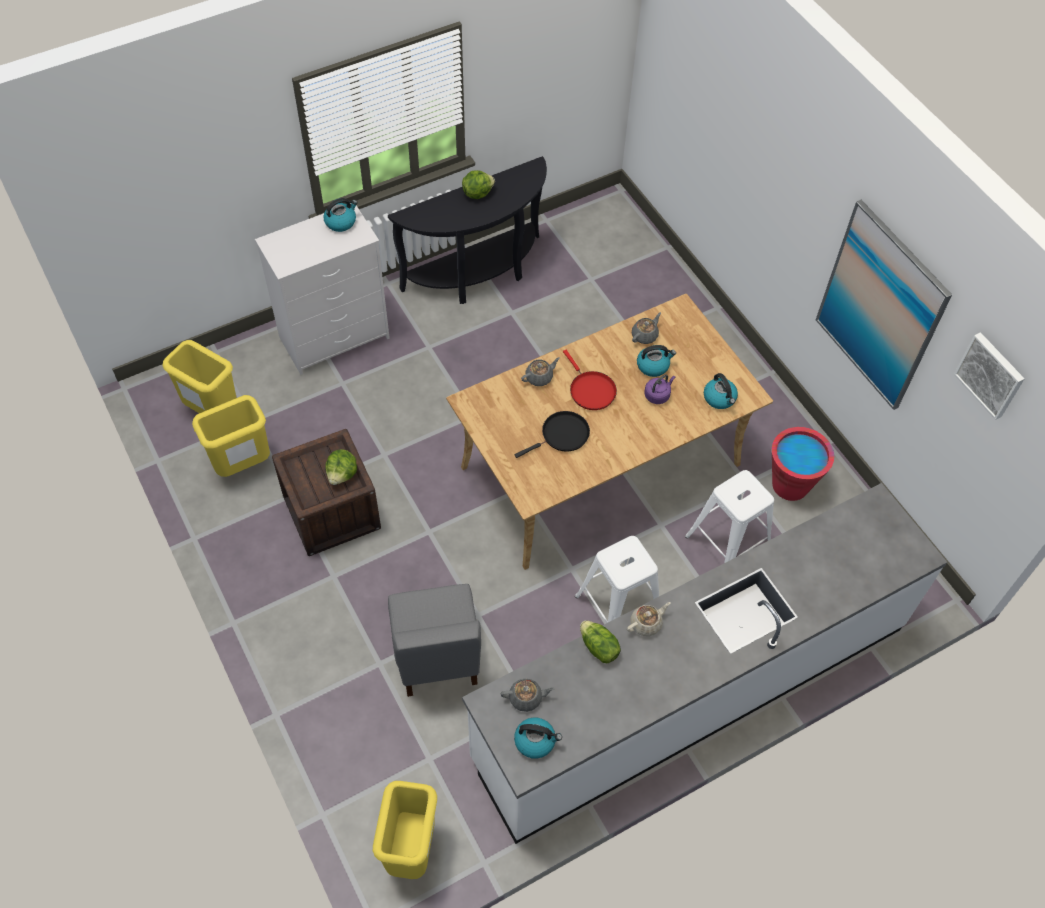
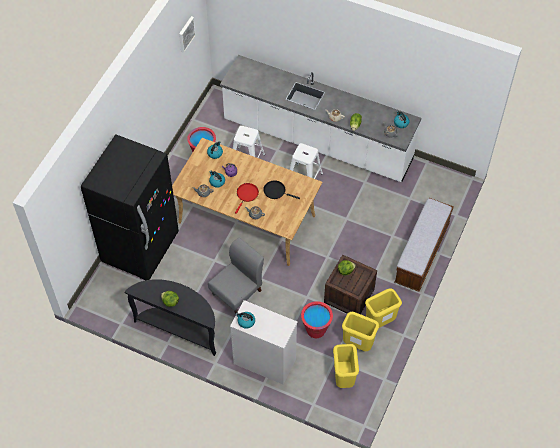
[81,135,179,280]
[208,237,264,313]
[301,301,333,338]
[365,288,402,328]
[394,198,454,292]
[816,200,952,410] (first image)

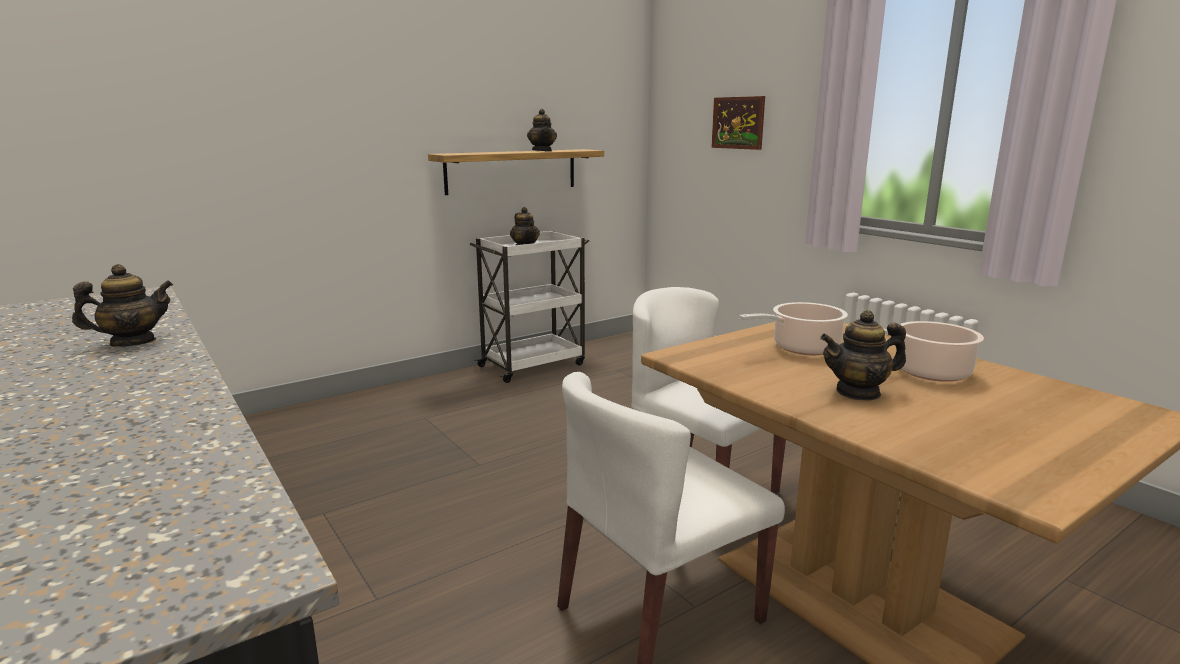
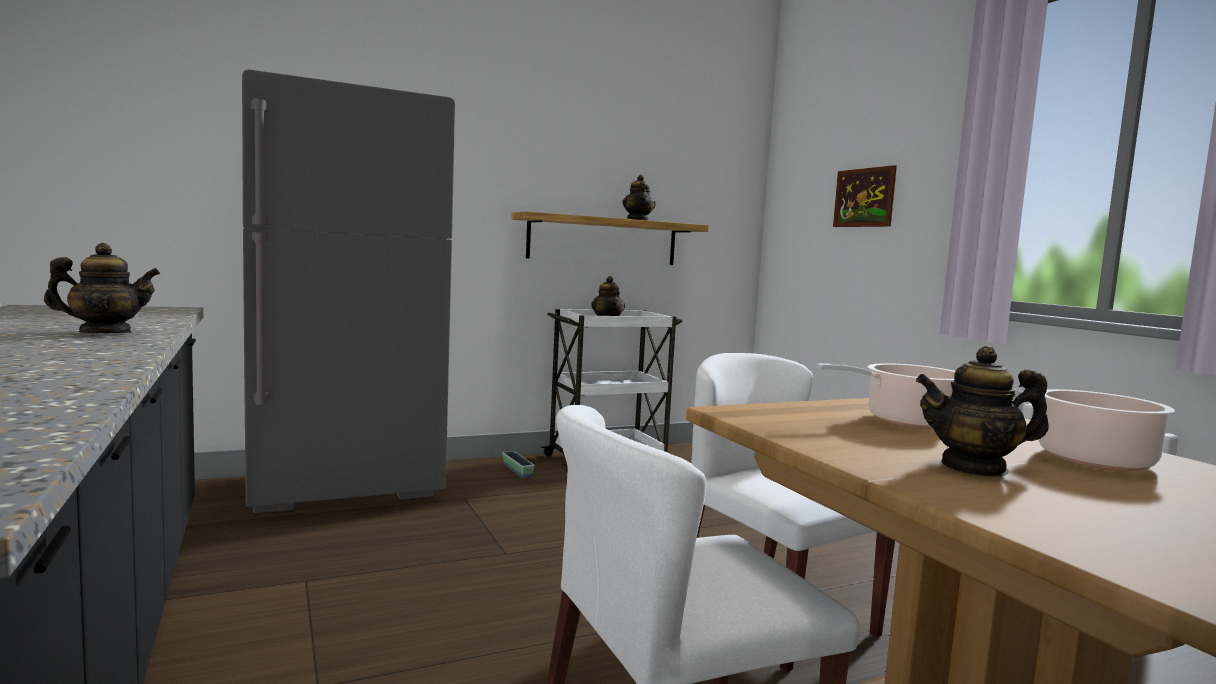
[242,69,455,513]
[502,451,535,479]

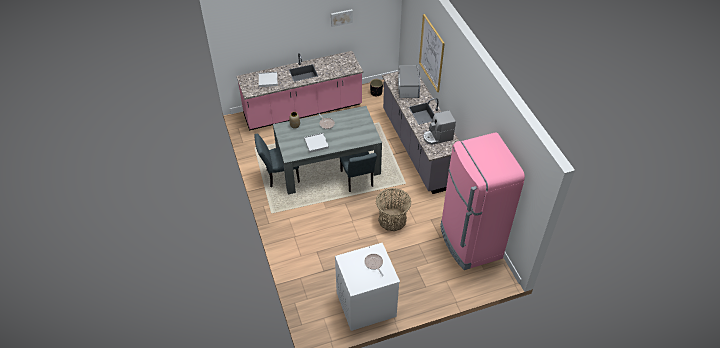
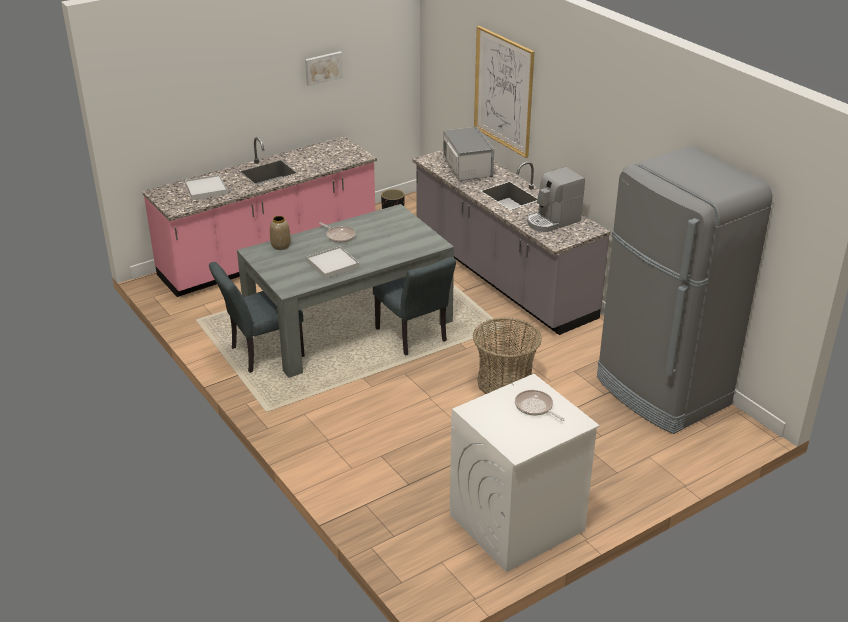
[597,146,772,434]

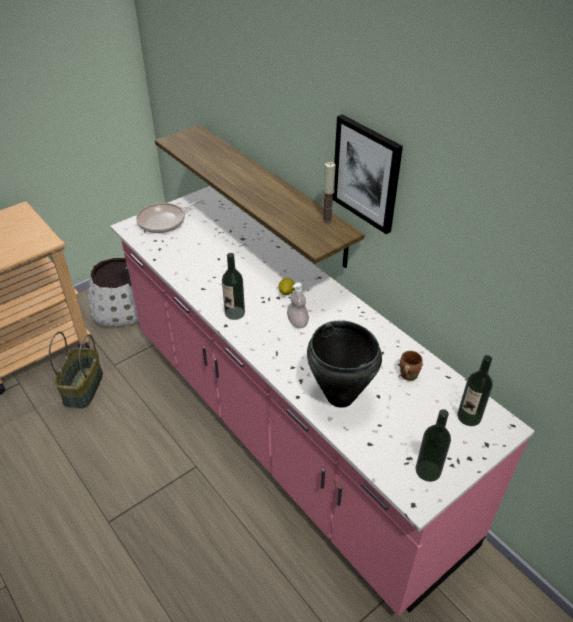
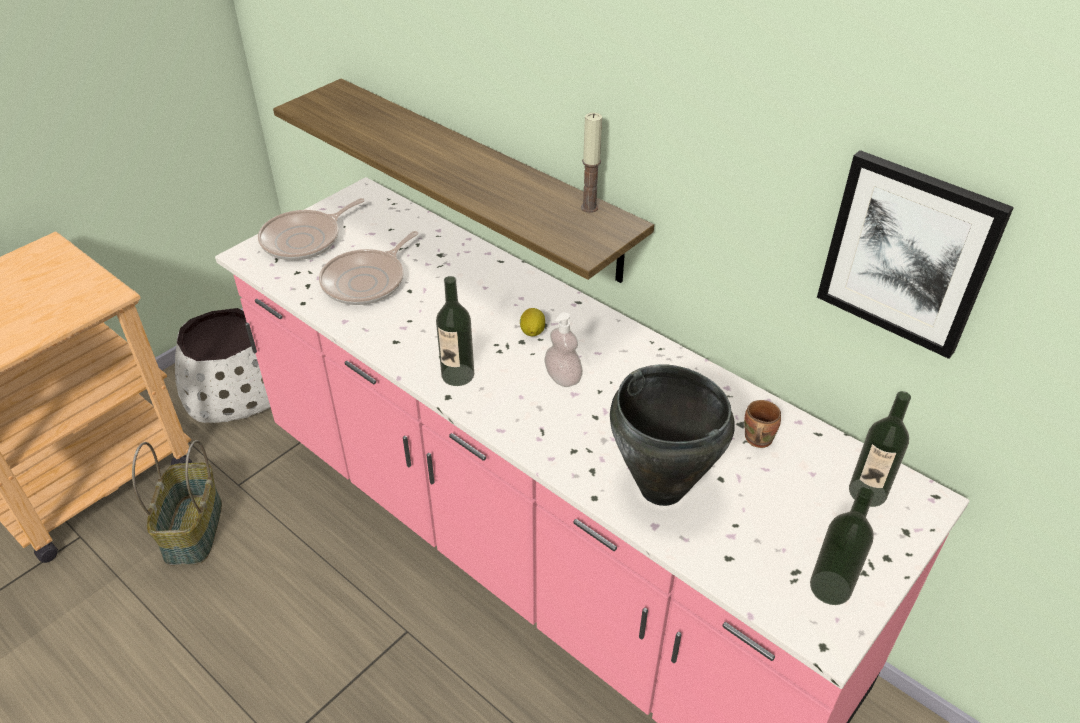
[319,231,418,305]
[817,150,1014,359]

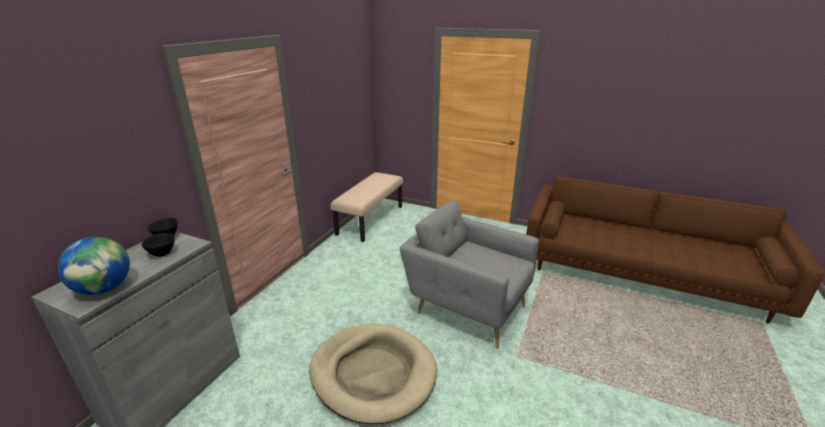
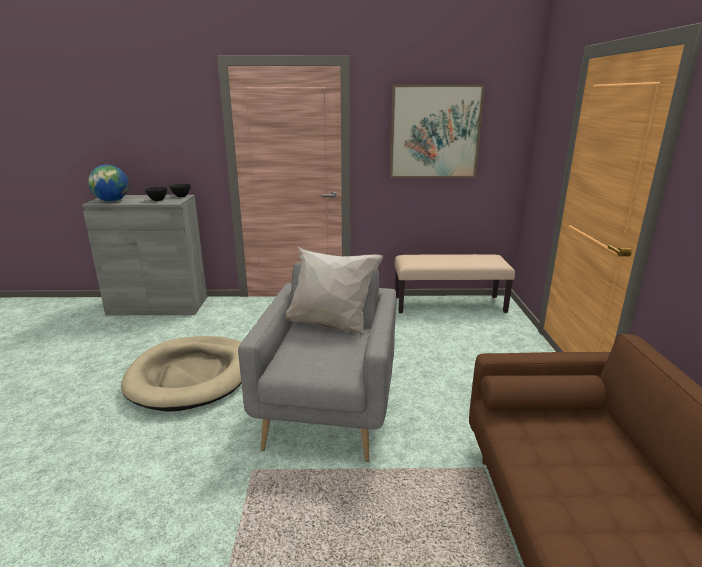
[286,247,383,335]
[390,85,485,178]

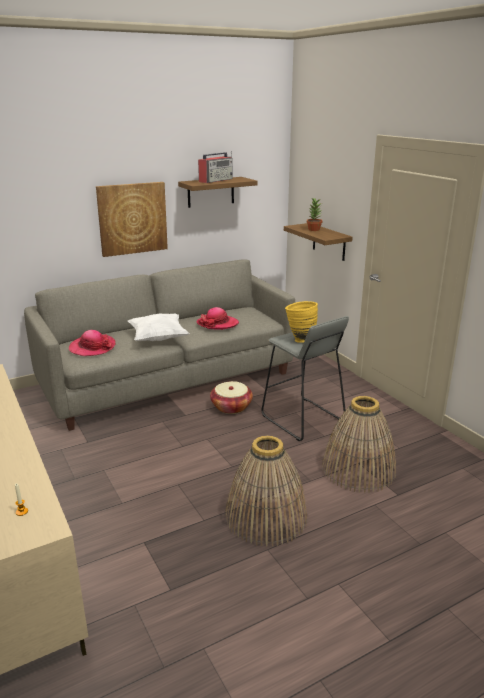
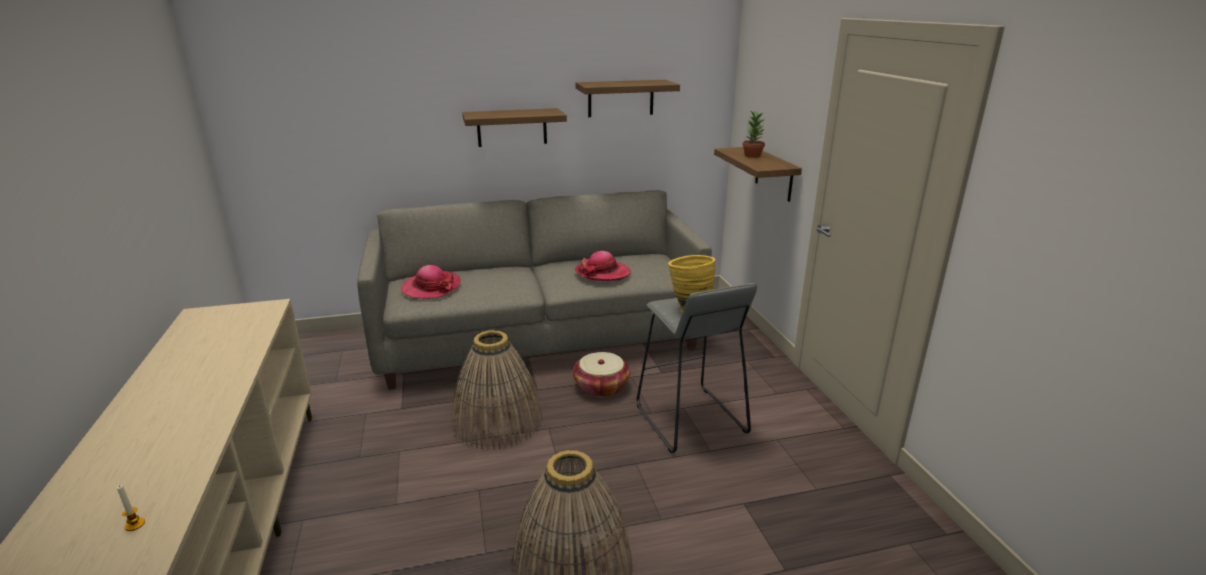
[452,330,542,450]
[462,108,567,147]
[128,313,190,341] (first image)
[198,151,233,183] (first image)

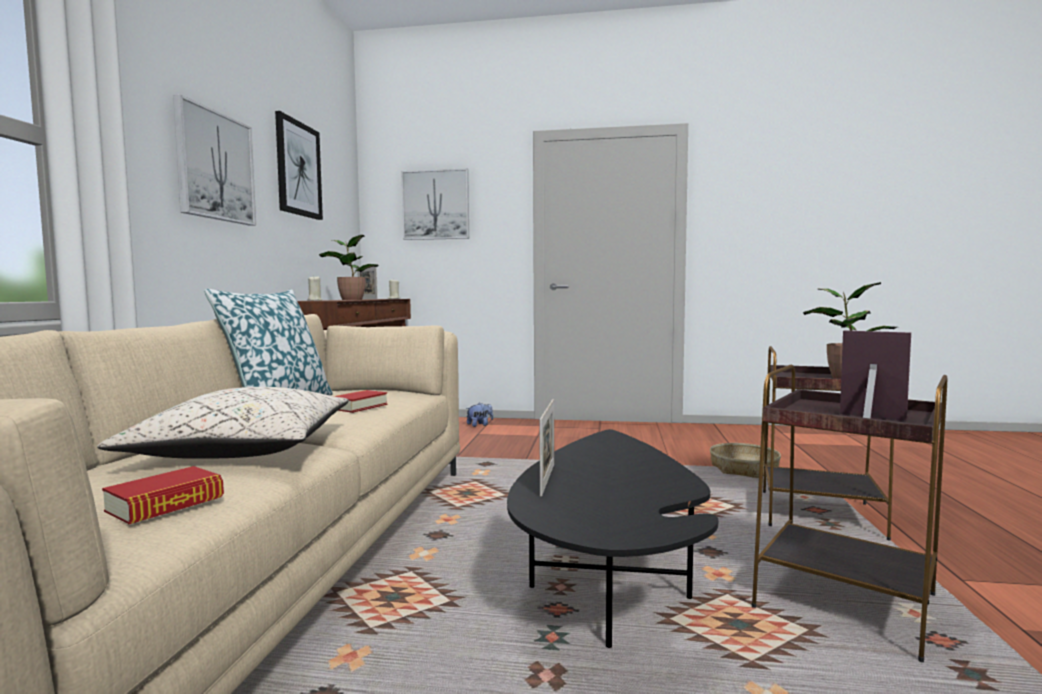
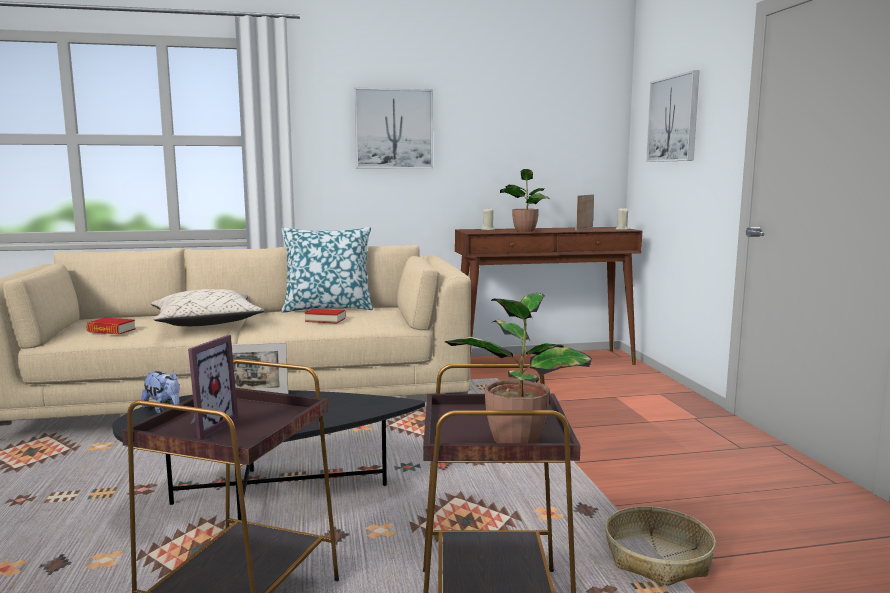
[141,370,180,413]
[275,111,323,220] (first image)

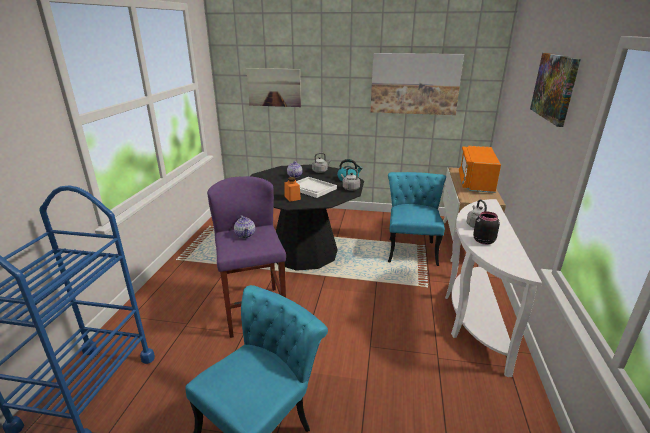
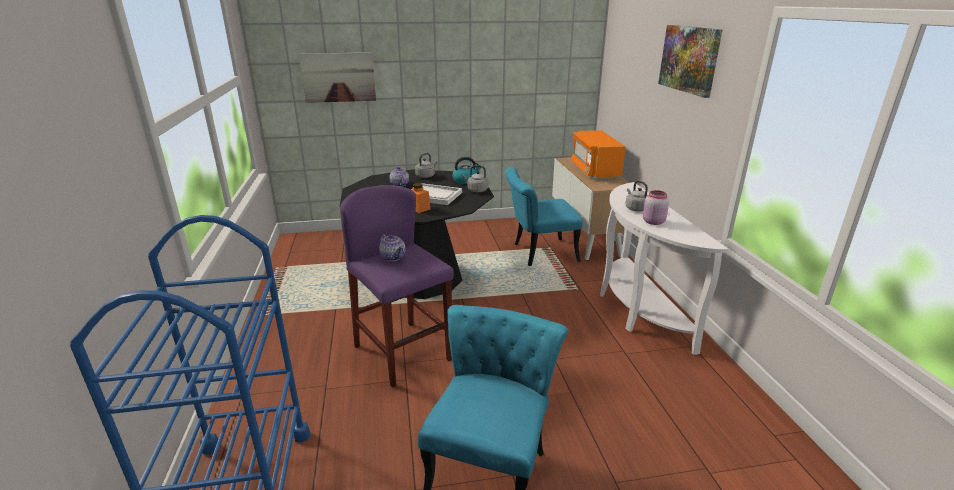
[505,167,582,266]
[643,190,669,225]
[371,53,464,115] (first image)

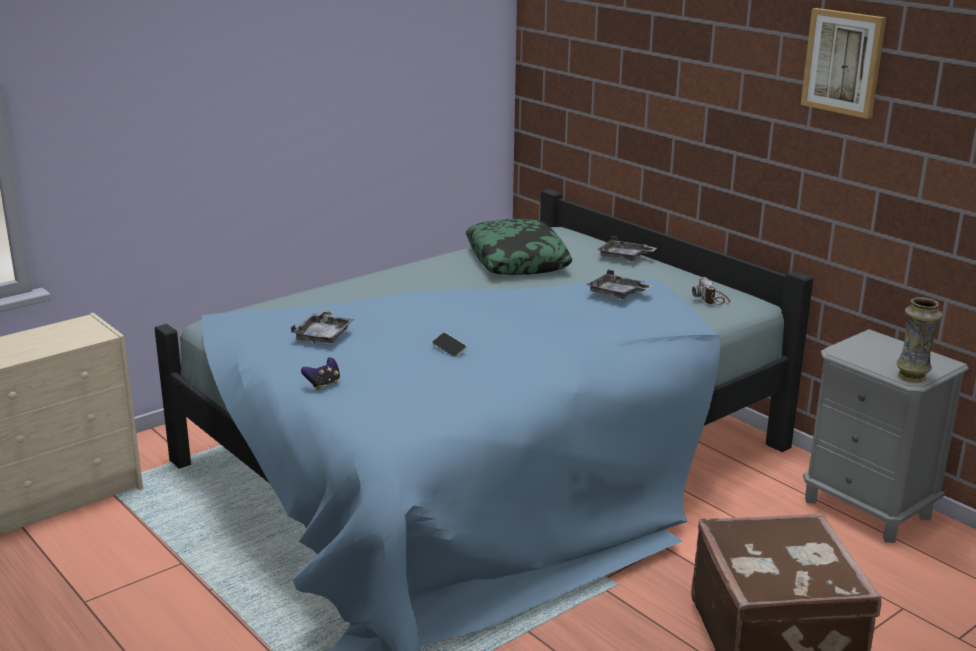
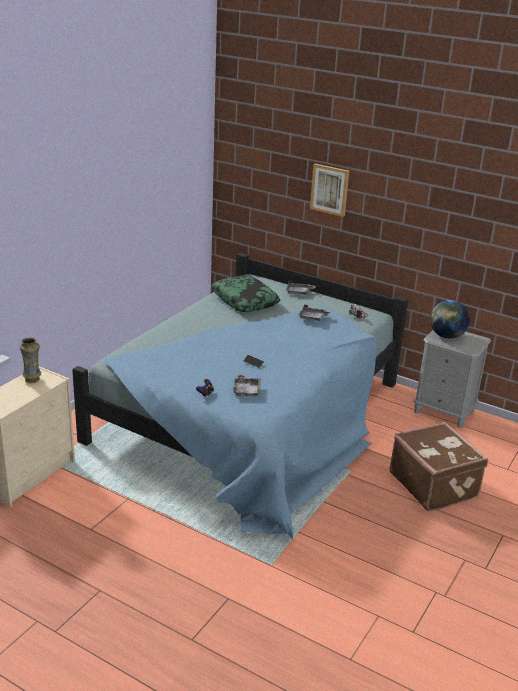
[20,337,41,383]
[233,374,261,397]
[310,164,349,217]
[430,300,470,339]

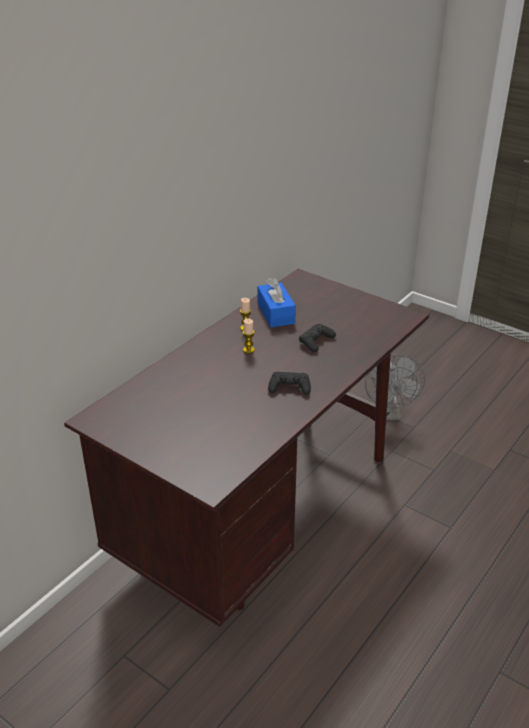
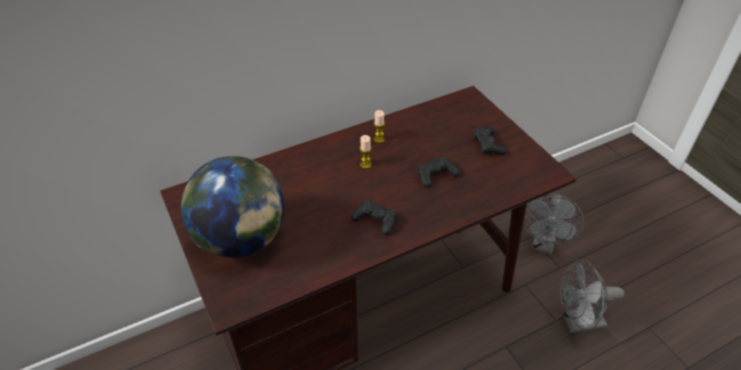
[181,156,285,258]
[474,127,507,155]
[560,260,624,333]
[257,277,296,327] (first image)

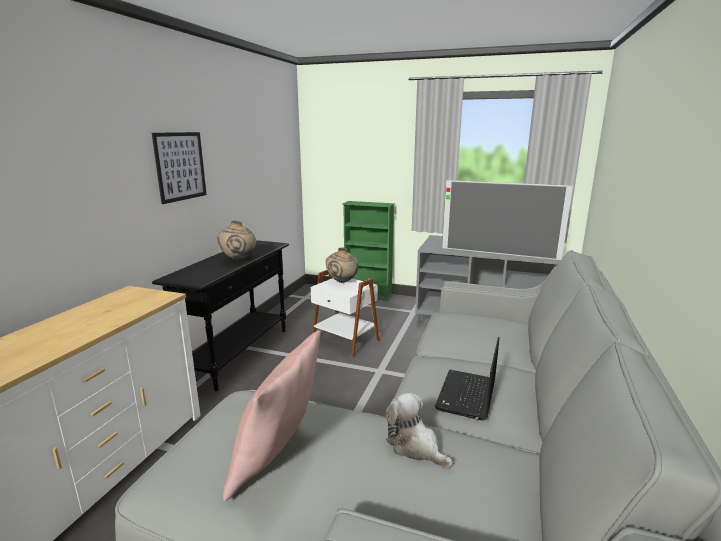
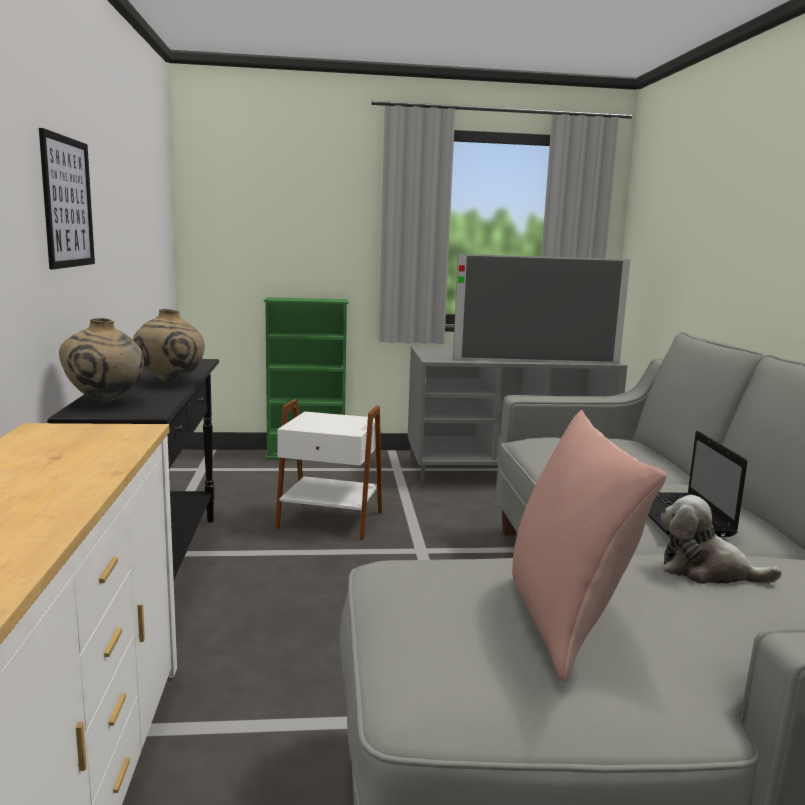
[59,318,144,403]

